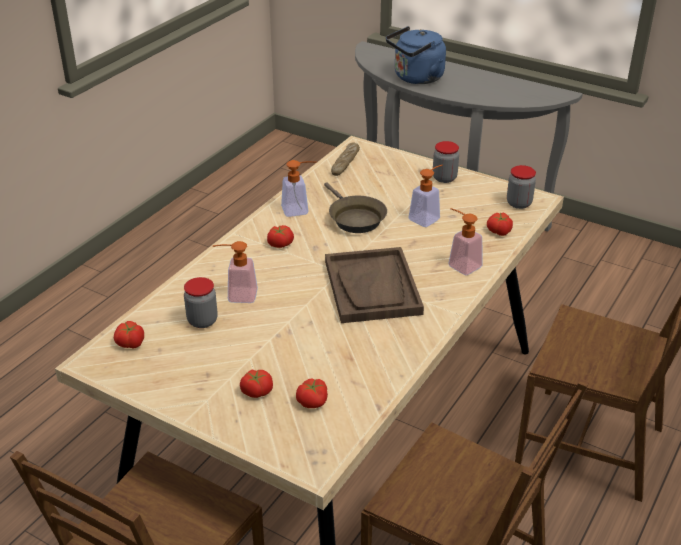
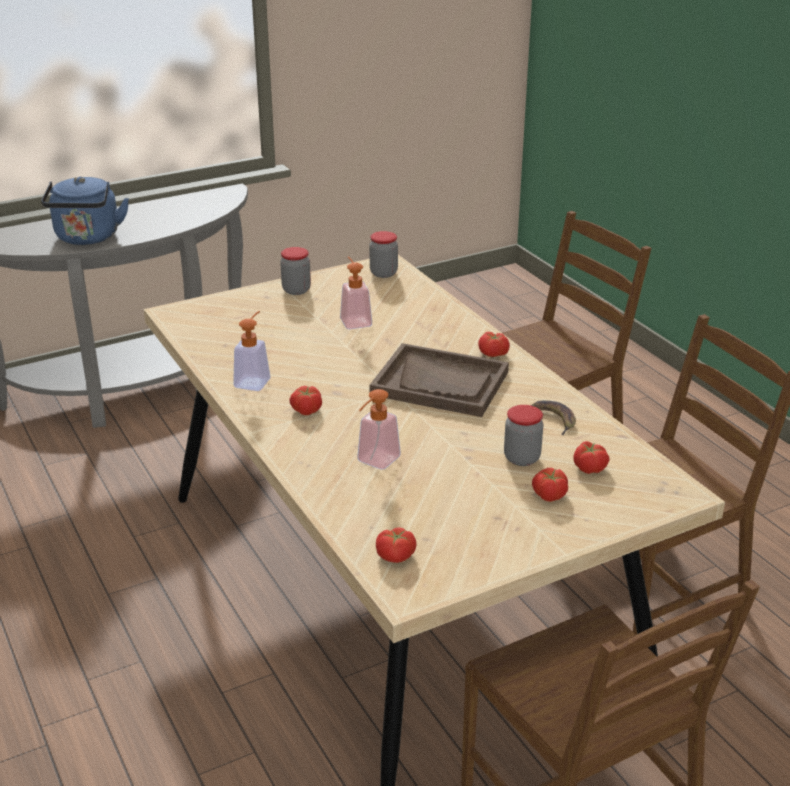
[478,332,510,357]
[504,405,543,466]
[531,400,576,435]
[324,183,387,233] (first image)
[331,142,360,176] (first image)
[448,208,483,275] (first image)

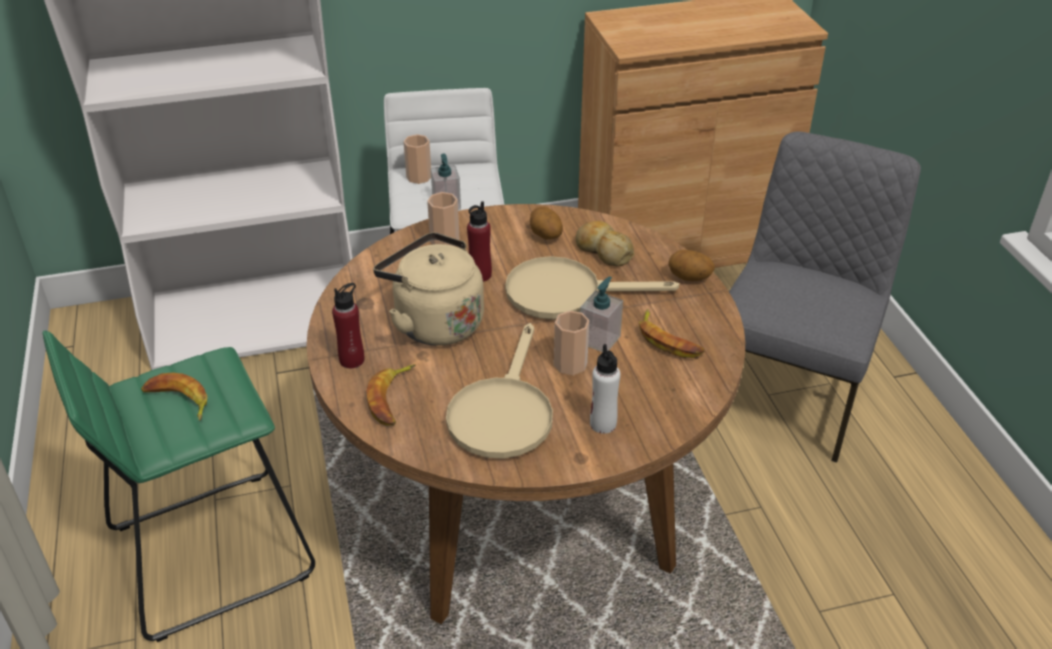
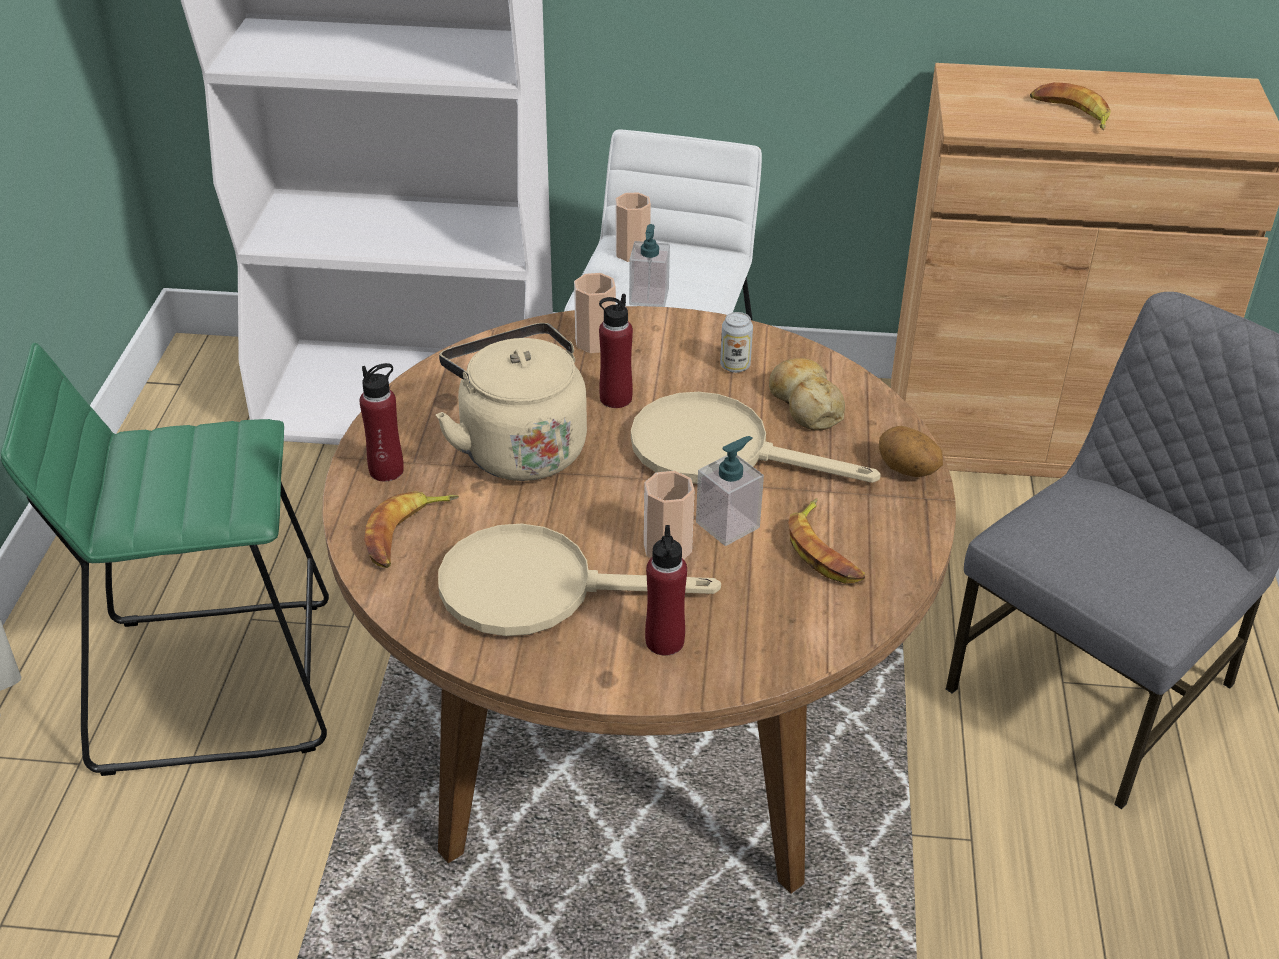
[438,524,721,636]
[645,525,687,656]
[720,312,753,373]
[1030,82,1111,130]

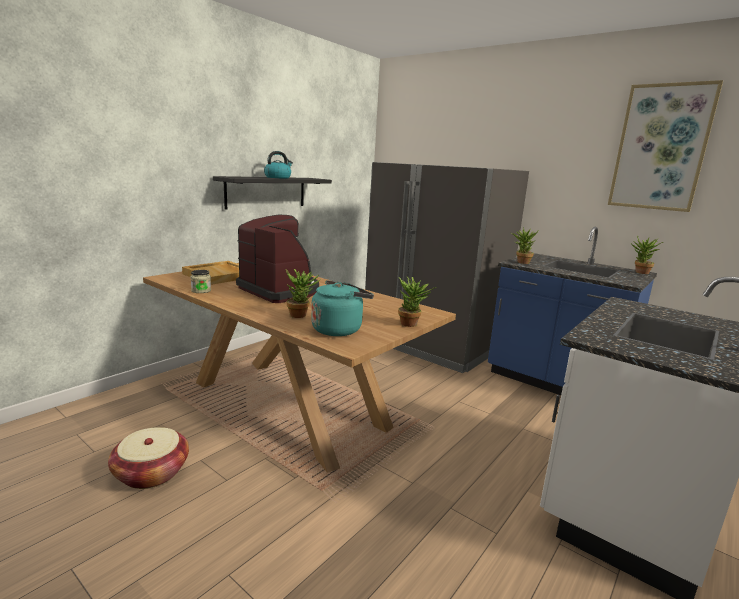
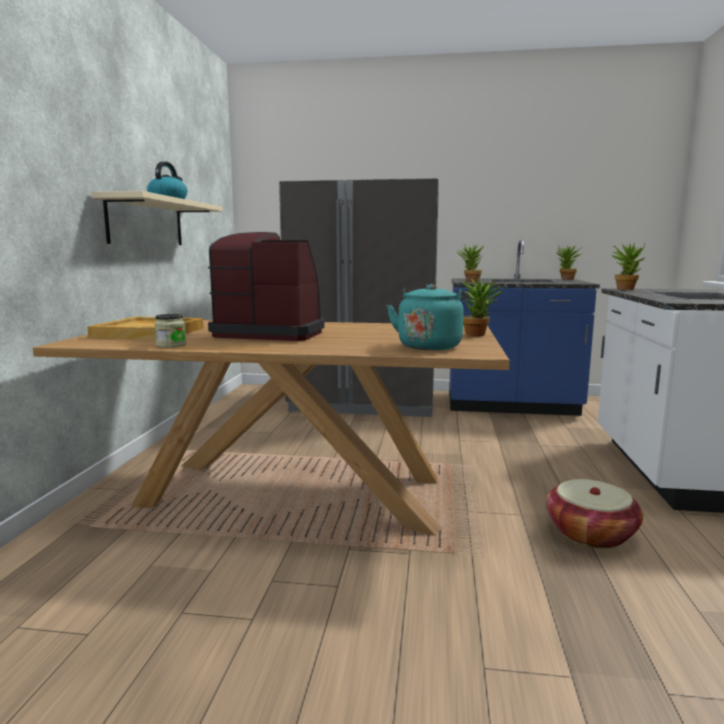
[91,191,223,245]
[546,479,643,549]
[611,243,646,290]
[608,80,723,212] (first image)

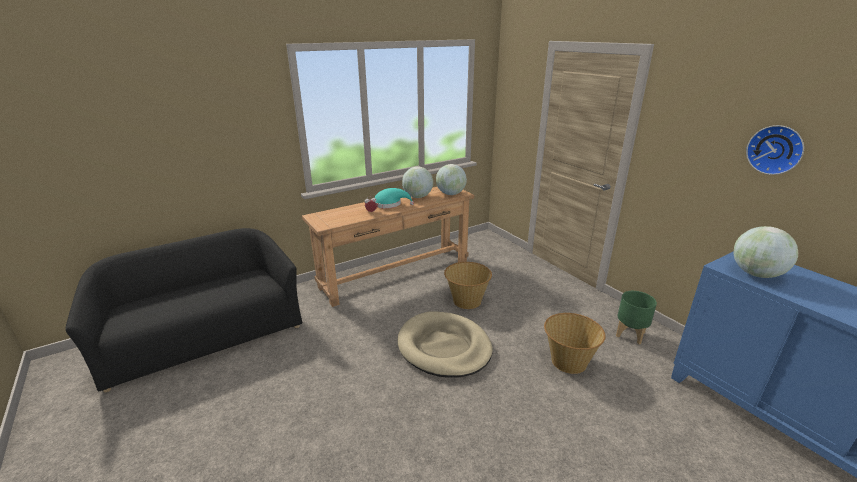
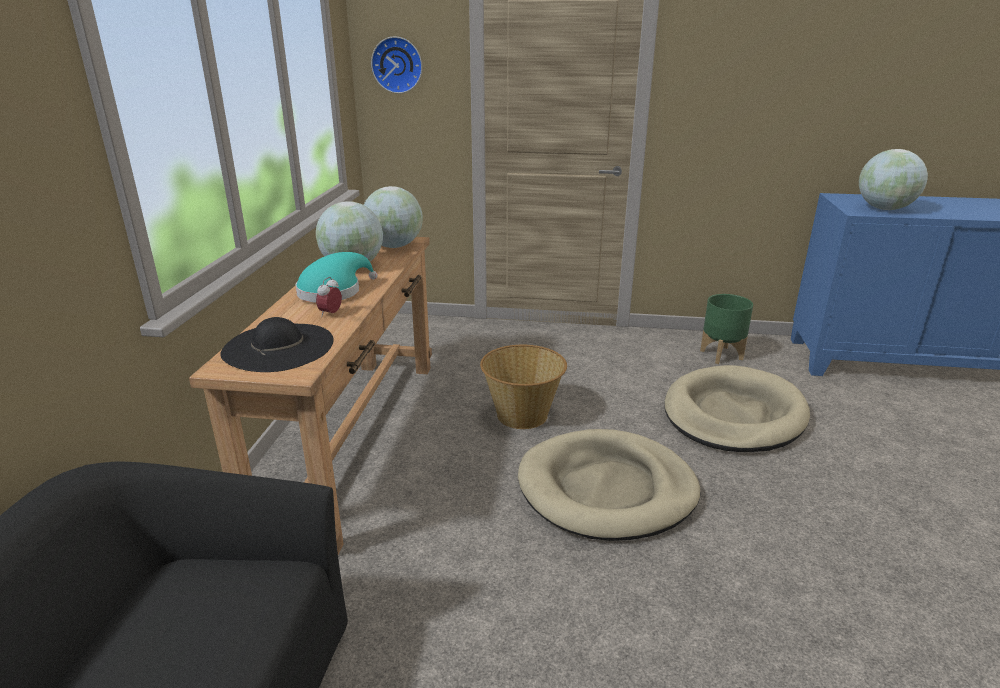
[220,317,334,372]
[371,37,422,94]
[664,365,810,452]

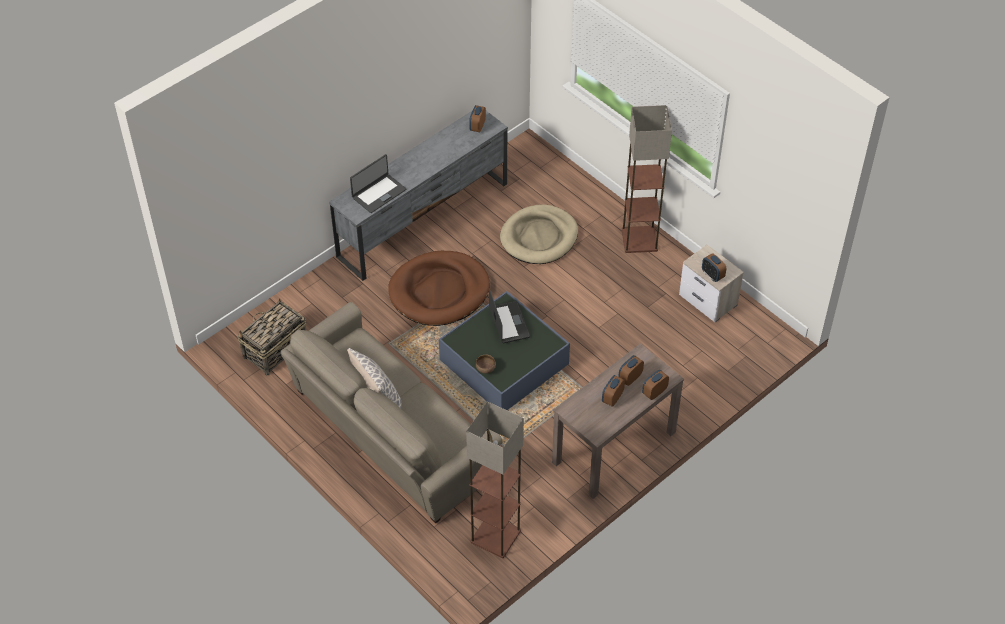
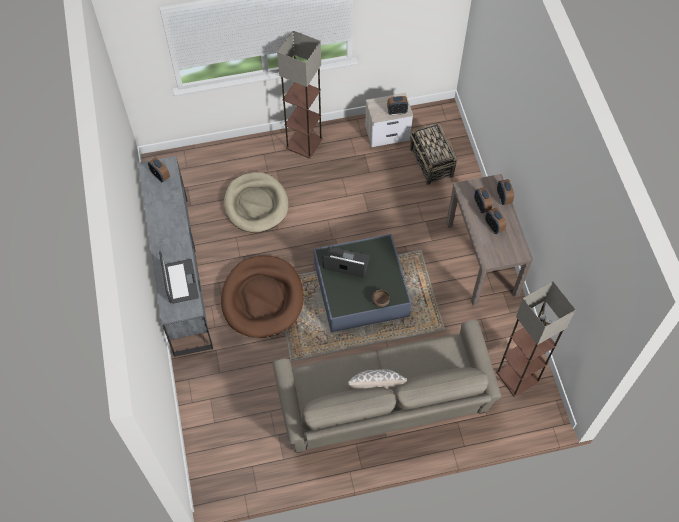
[410,124,457,185]

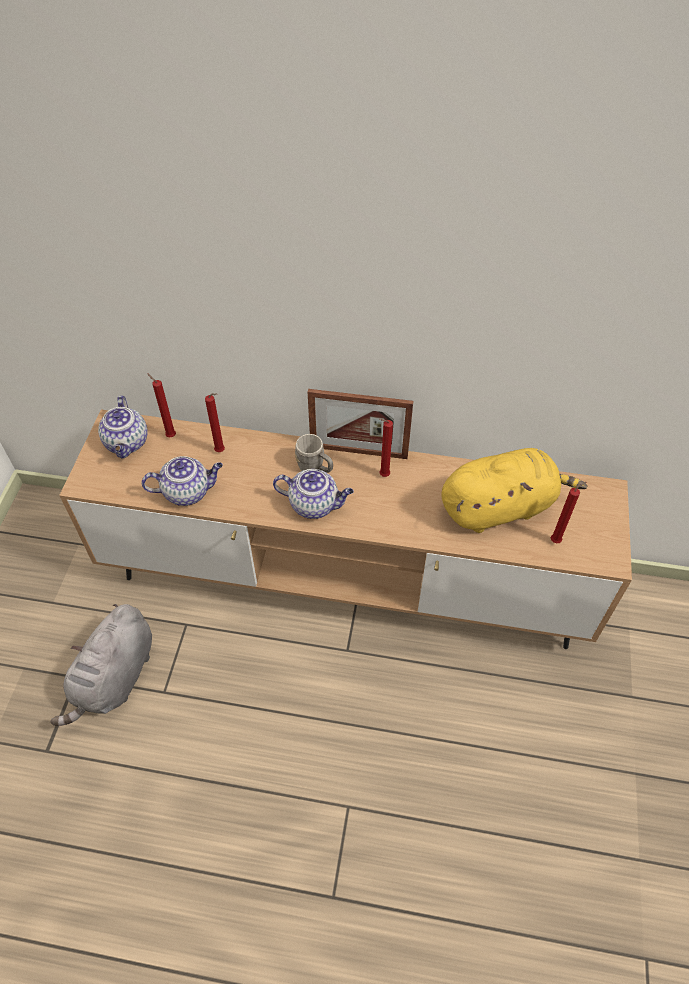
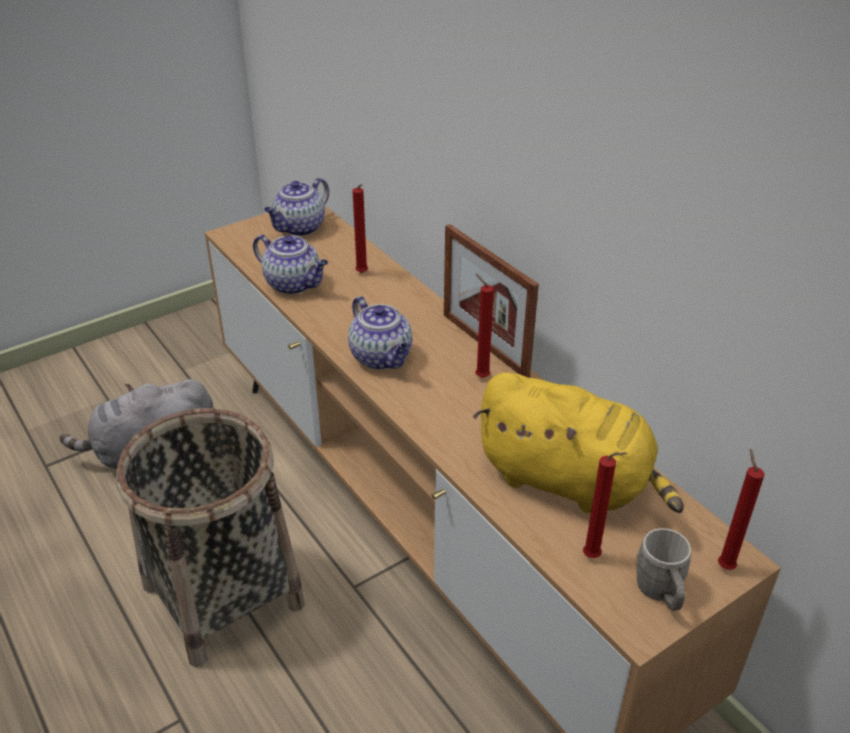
[117,408,305,667]
[635,528,691,611]
[718,449,765,570]

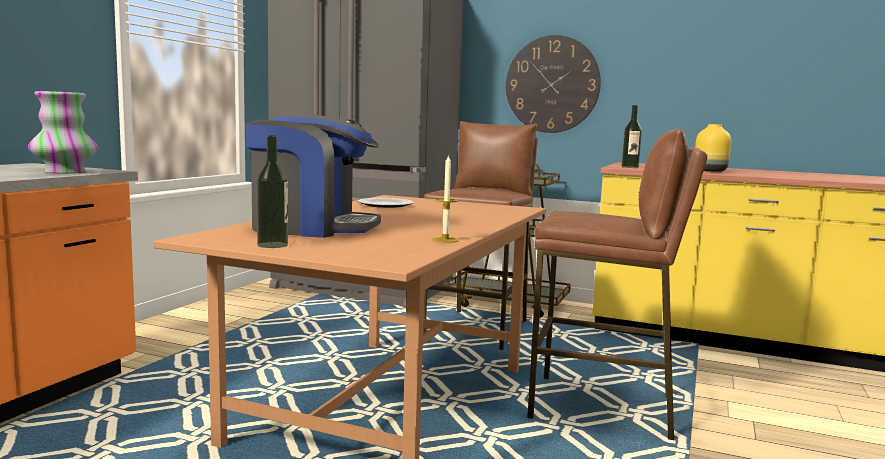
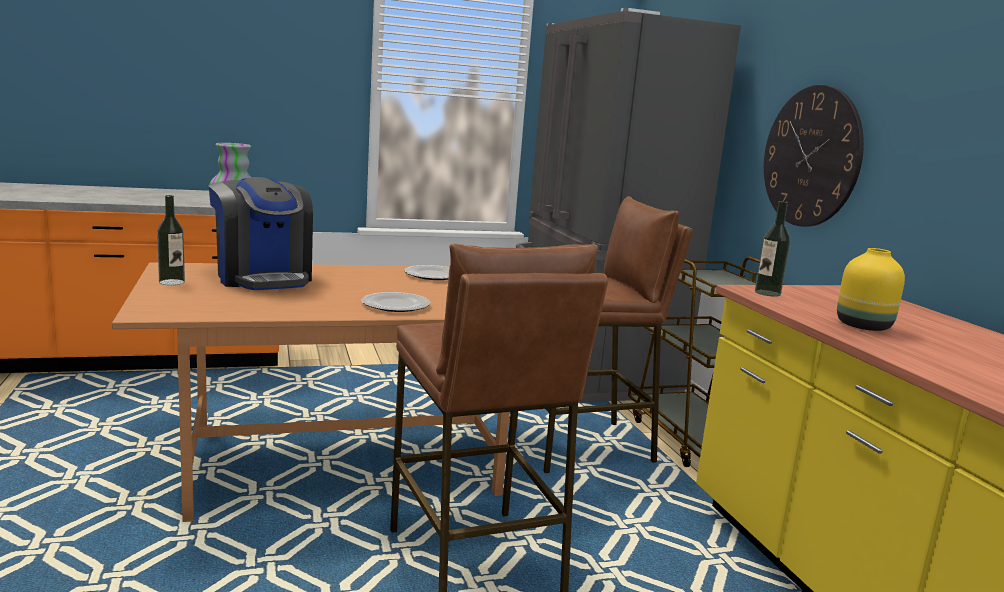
[362,292,430,312]
[432,154,458,243] (first image)

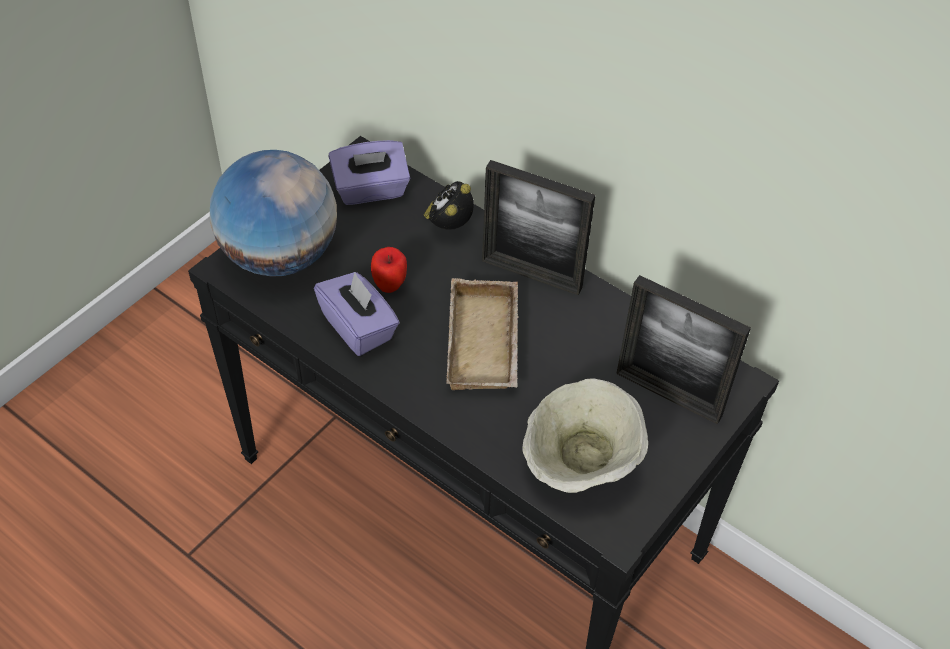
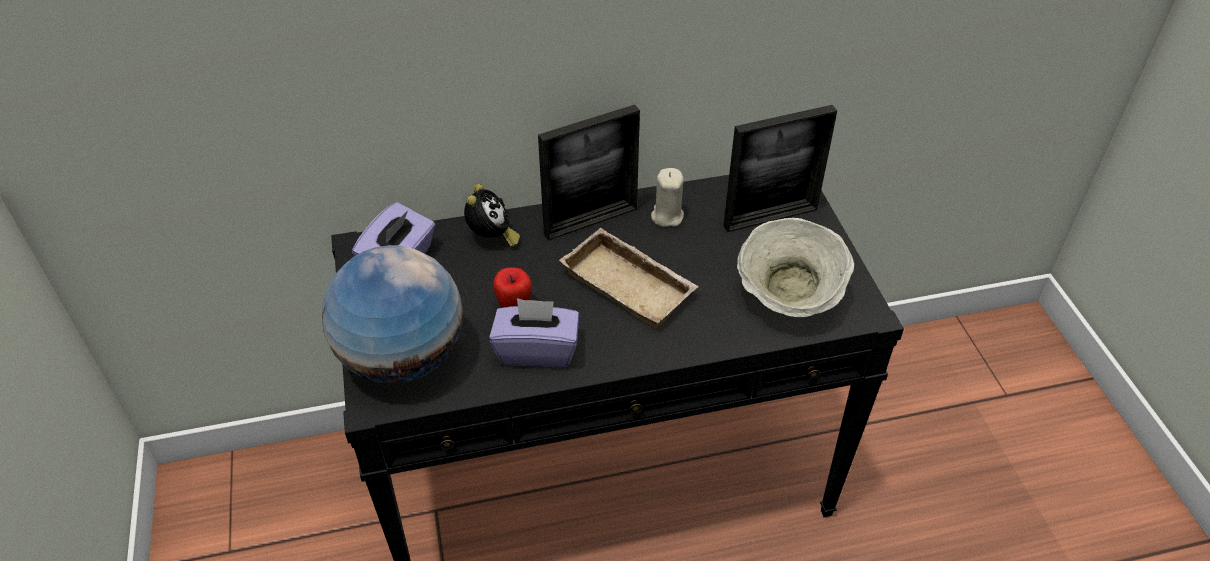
[464,184,520,247]
[651,168,684,227]

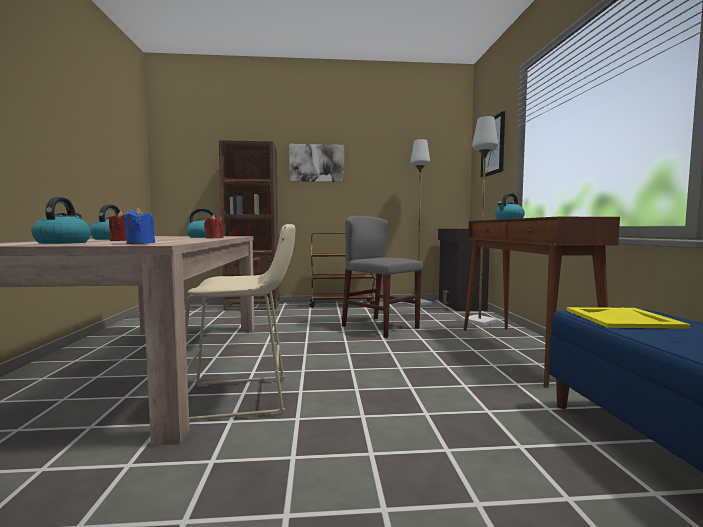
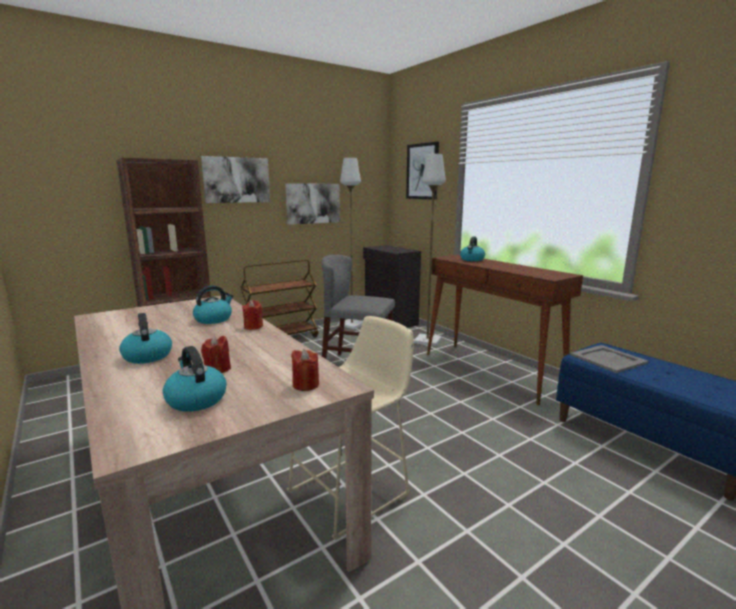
[285,183,340,225]
[291,349,319,391]
[570,345,649,373]

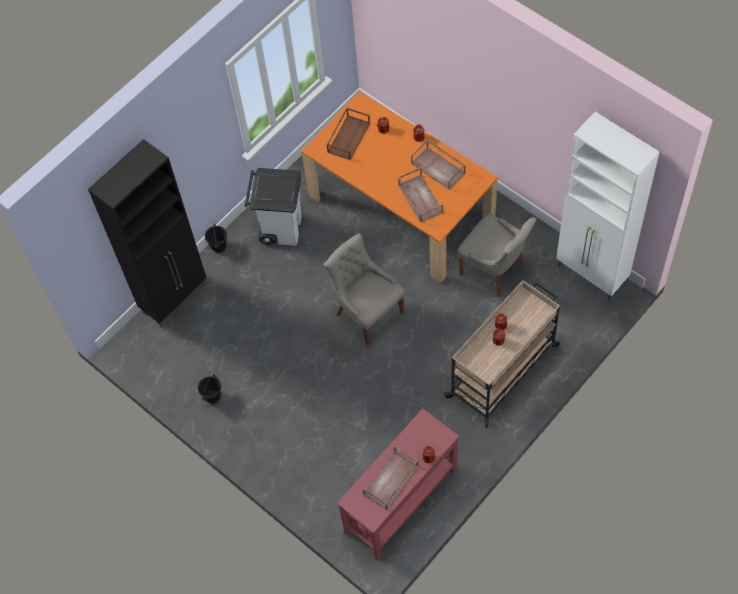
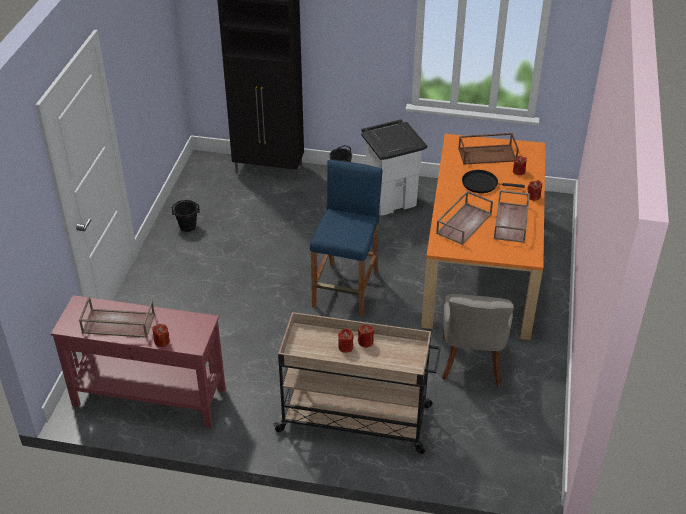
[310,160,382,317]
[462,170,525,193]
[556,112,660,301] (first image)

